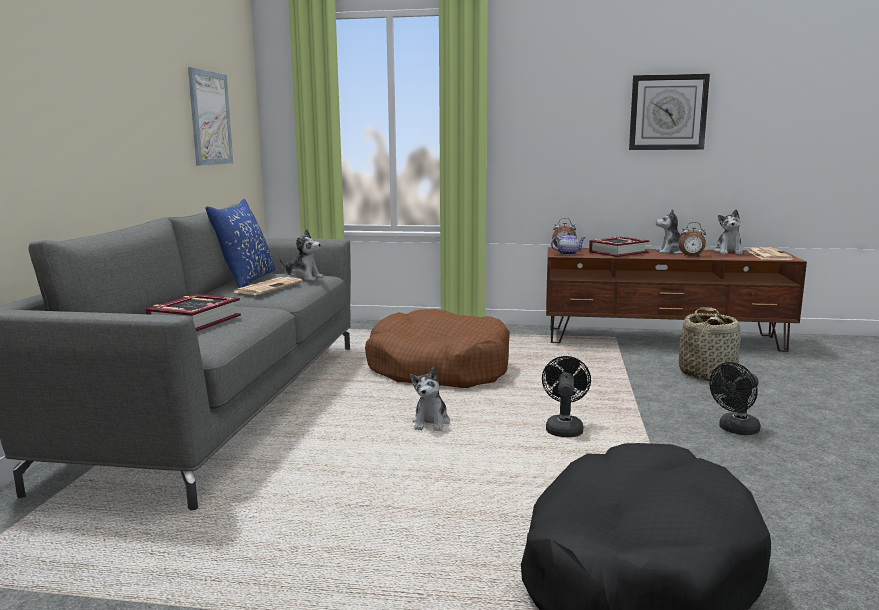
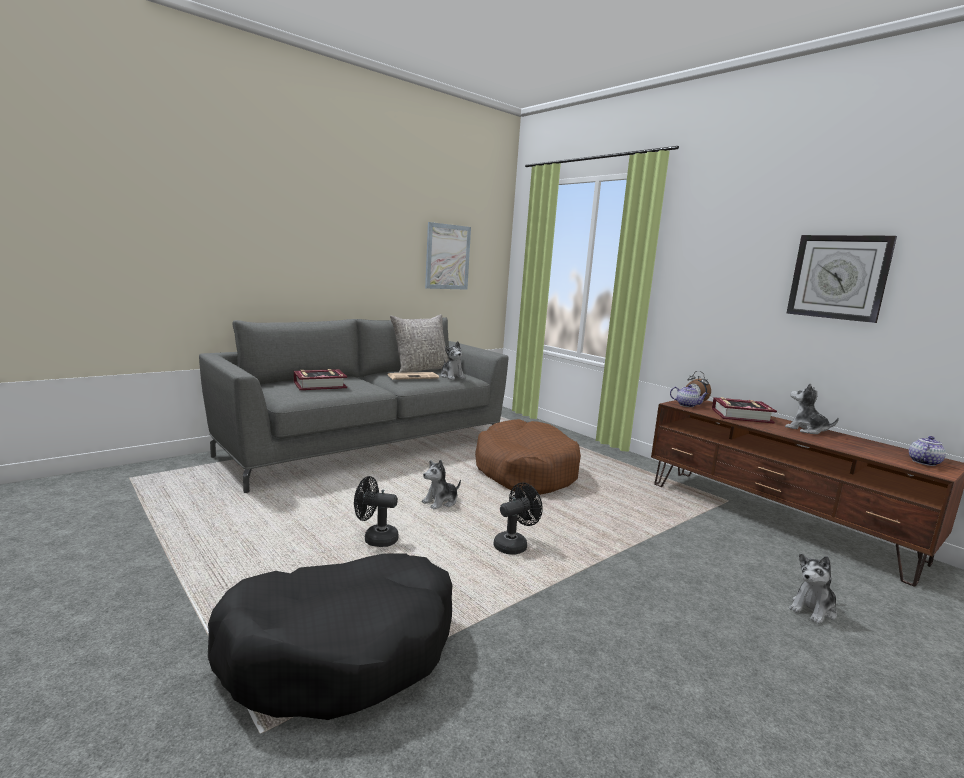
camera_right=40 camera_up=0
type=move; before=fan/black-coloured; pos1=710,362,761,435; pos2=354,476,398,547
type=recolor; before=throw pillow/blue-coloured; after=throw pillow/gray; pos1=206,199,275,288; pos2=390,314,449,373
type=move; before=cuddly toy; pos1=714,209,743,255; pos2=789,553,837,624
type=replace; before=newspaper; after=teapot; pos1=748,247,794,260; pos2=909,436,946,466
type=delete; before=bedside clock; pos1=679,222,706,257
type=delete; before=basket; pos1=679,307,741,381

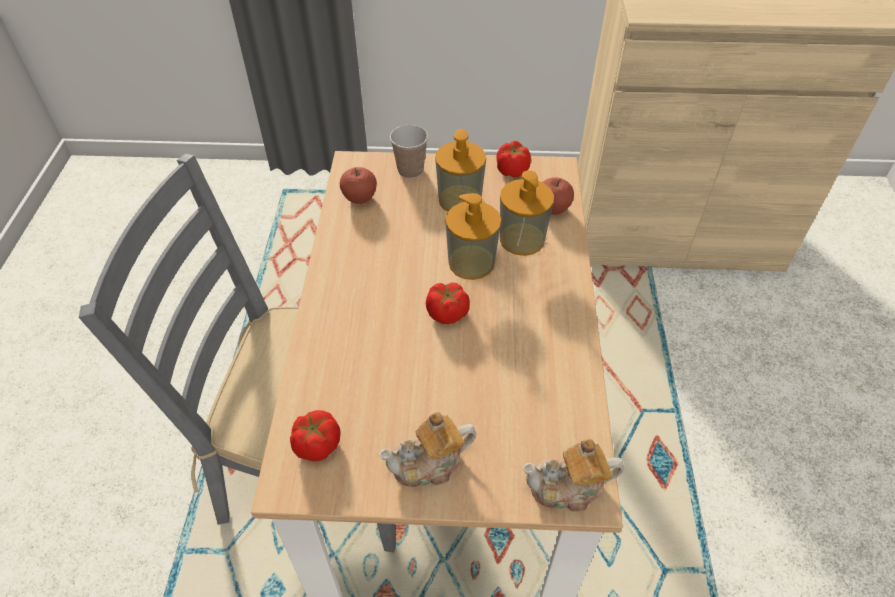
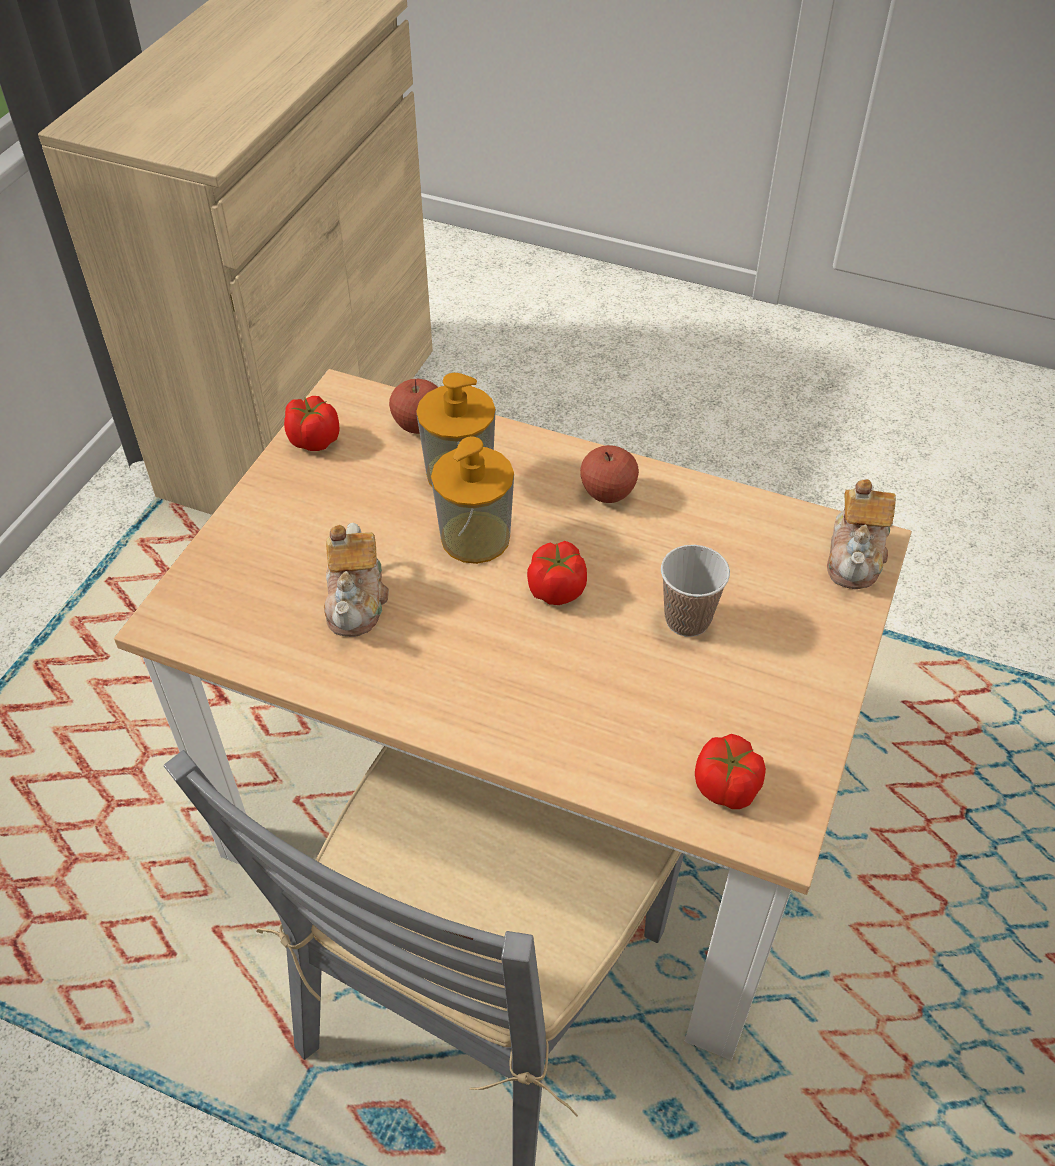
camera_right=-70 camera_up=0
type=move; before=teapot; pos1=379,412,476,487; pos2=324,523,389,637
type=move; before=whole apple; pos1=340,167,377,204; pos2=580,445,639,503
type=move; before=cup; pos1=390,125,428,179; pos2=661,545,730,637
type=delete; before=soap dispenser; pos1=435,129,486,212

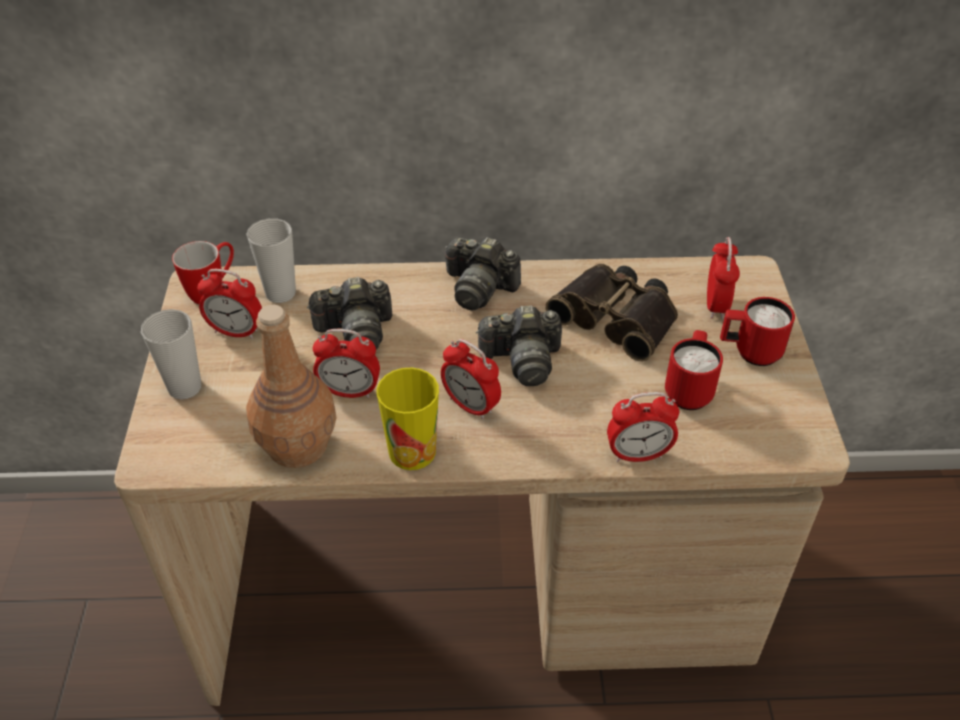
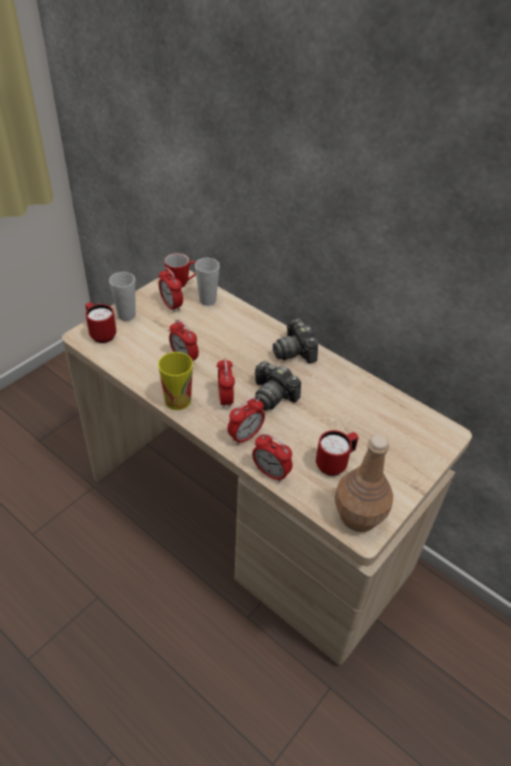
camera_right=40 camera_up=0
type=move; before=mug/red; pos1=720,297,795,366; pos2=85,302,116,343
type=move; before=bedside clock; pos1=707,237,740,320; pos2=228,397,265,445
type=move; before=bottle/brownish; pos1=246,305,337,468; pos2=335,435,393,532
type=delete; before=photo camera; pos1=307,277,393,350
type=delete; before=field glasses; pos1=545,264,678,362

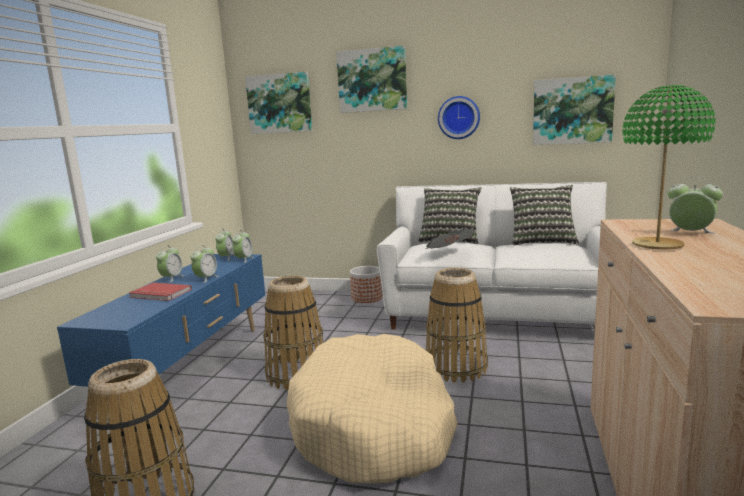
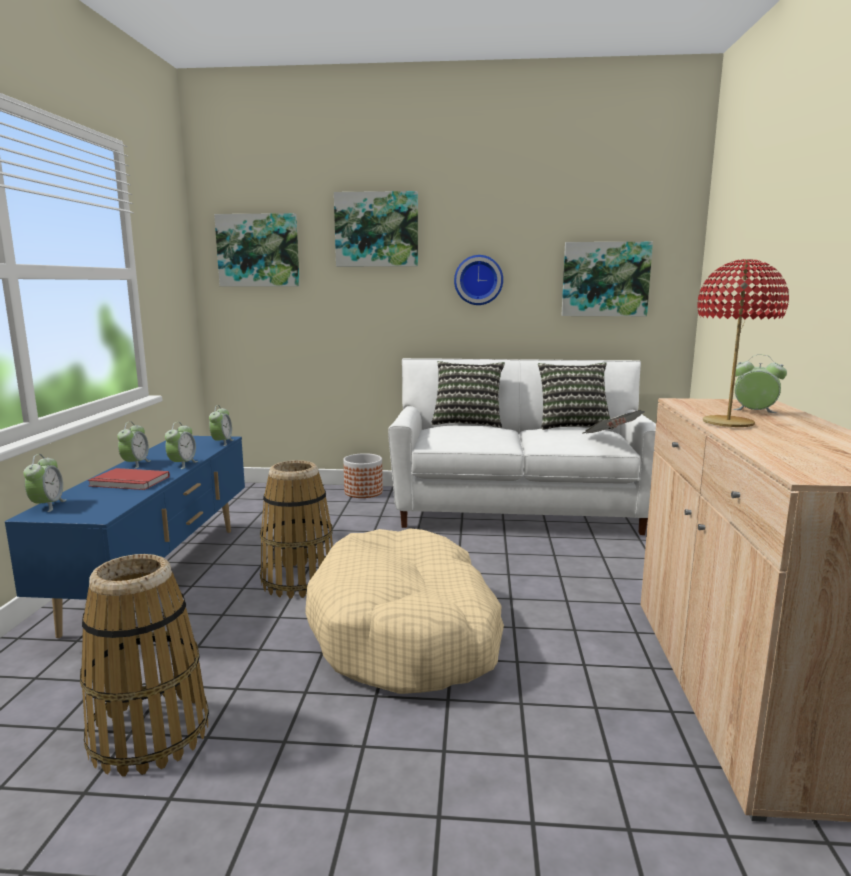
camera_right=-10 camera_up=0
type=move; before=bedside clock; pos1=215,228,235,261; pos2=23,454,66,512
type=move; before=newspaper; pos1=425,228,474,249; pos2=583,410,645,434
type=recolor; before=table lamp/greenish; after=table lamp/red; pos1=623,85,716,250; pos2=697,259,789,427
type=delete; before=basket; pos1=426,268,488,383

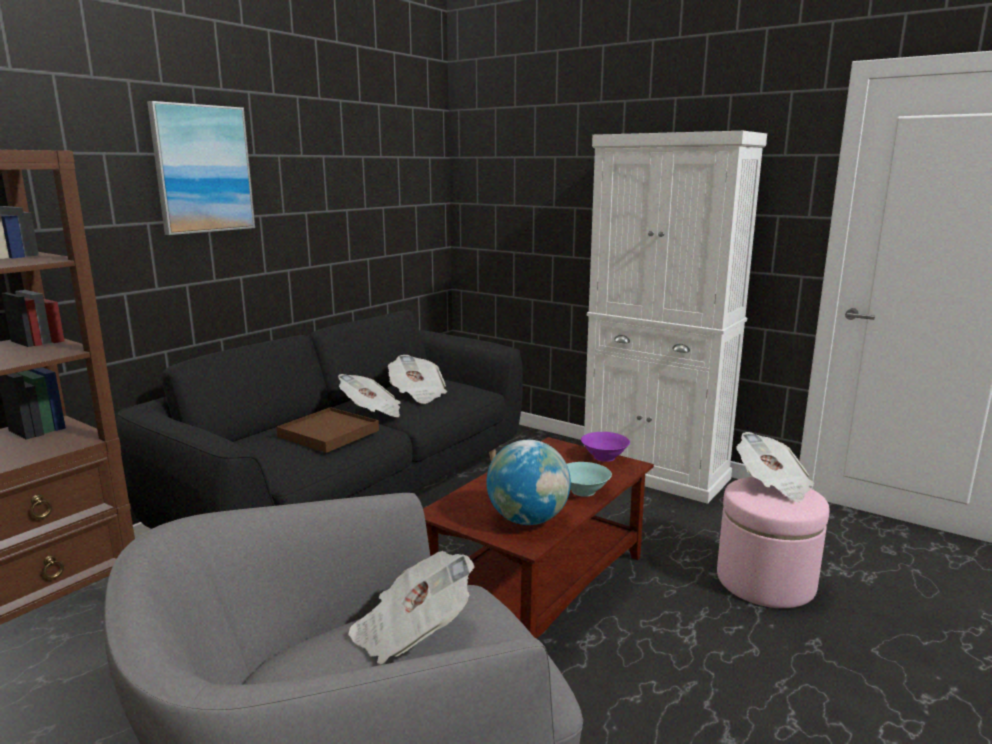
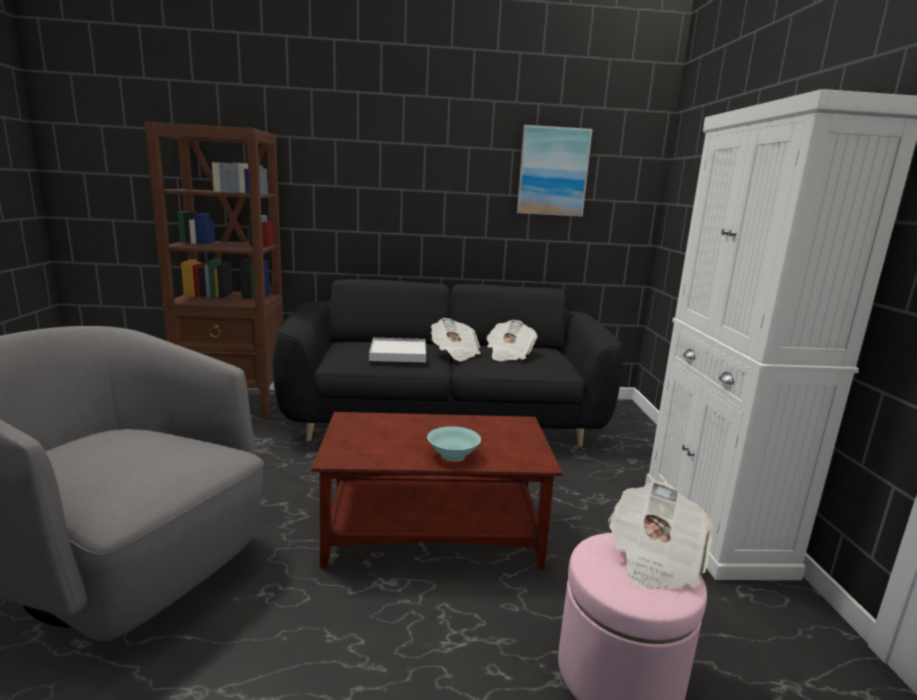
camera_right=50 camera_up=0
type=recolor; before=carrying tray/brownish; after=carrying tray/whitish; pos1=276,407,379,453; pos2=369,338,426,362
type=move; before=wall art; pos1=147,101,255,235; pos2=517,125,592,217
type=delete; before=newspaper; pos1=348,551,475,664
type=delete; before=world globe; pos1=486,440,571,525
type=delete; before=deep dish/purple-coloured; pos1=581,432,630,462

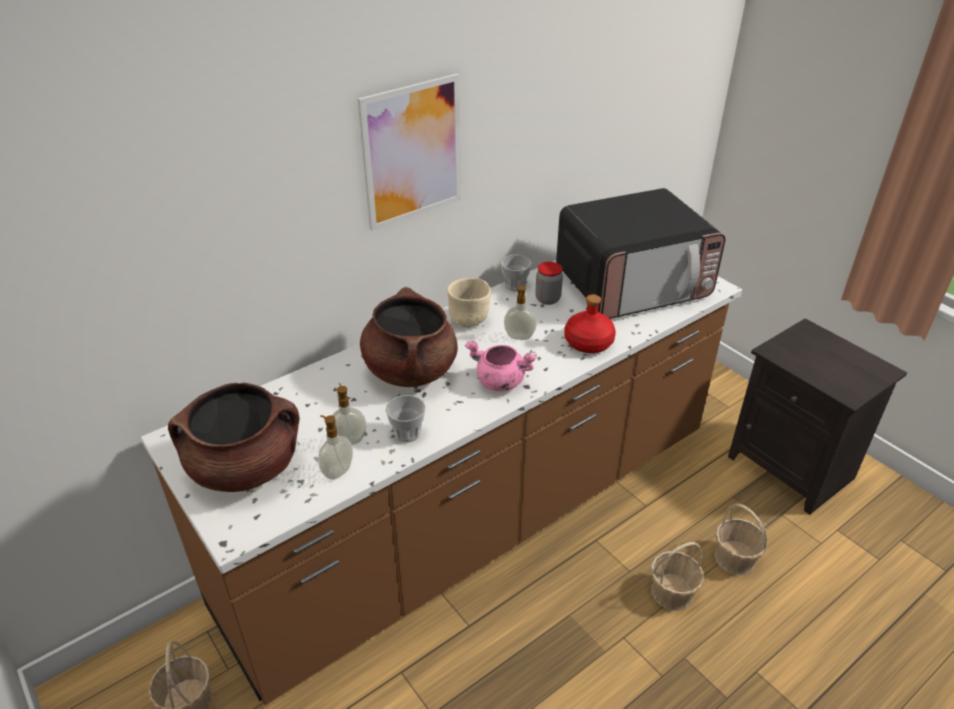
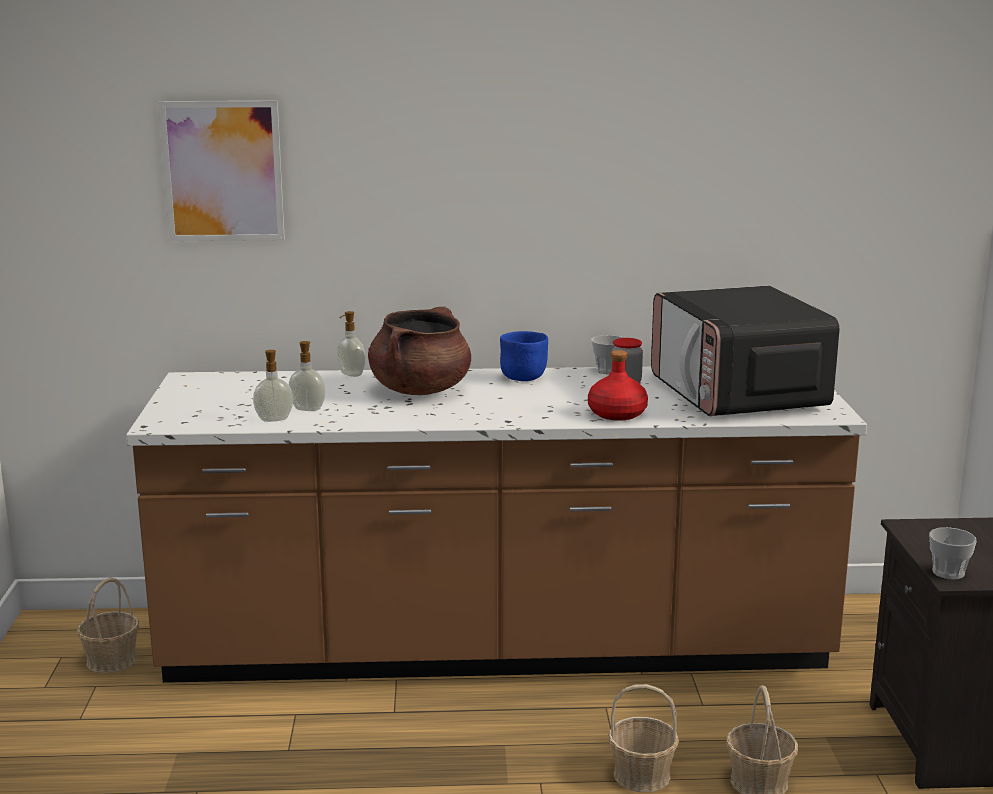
camera_right=35 camera_up=-20
type=move; before=wall art; pos1=358,73,461,231; pos2=158,101,285,241
type=move; before=soap dispenser; pos1=504,285,537,340; pos2=337,311,365,377
type=recolor; before=deep dish/sand-coloured; after=deep dish/blue-coloured; pos1=448,278,491,327; pos2=500,331,548,381
type=rotate; before=microwave; pos1=556,188,726,319; pos2=651,286,839,416; turn=60
type=move; before=cup; pos1=386,395,426,443; pos2=929,527,977,580
type=delete; before=cooking pot/brownish; pos1=168,383,300,492
type=delete; before=cooking pot/pink; pos1=465,341,537,391

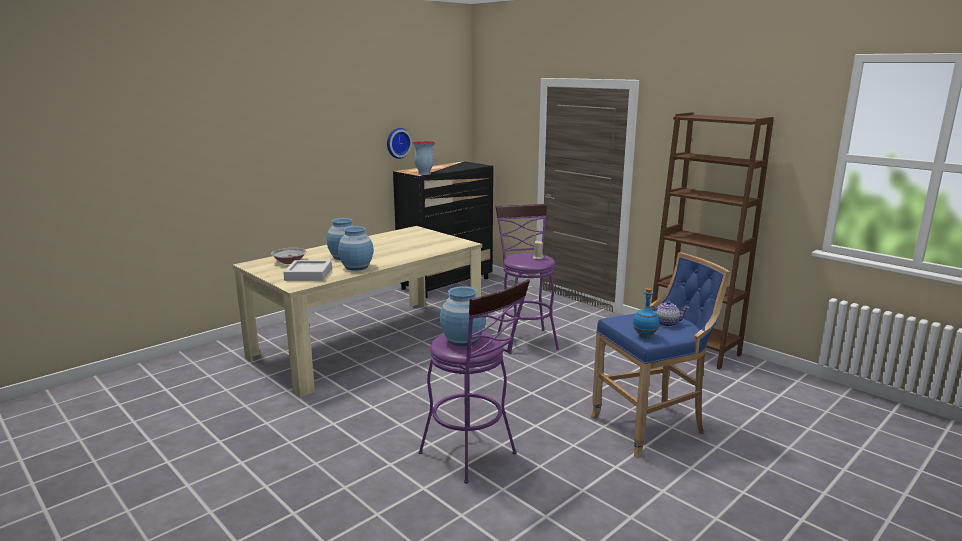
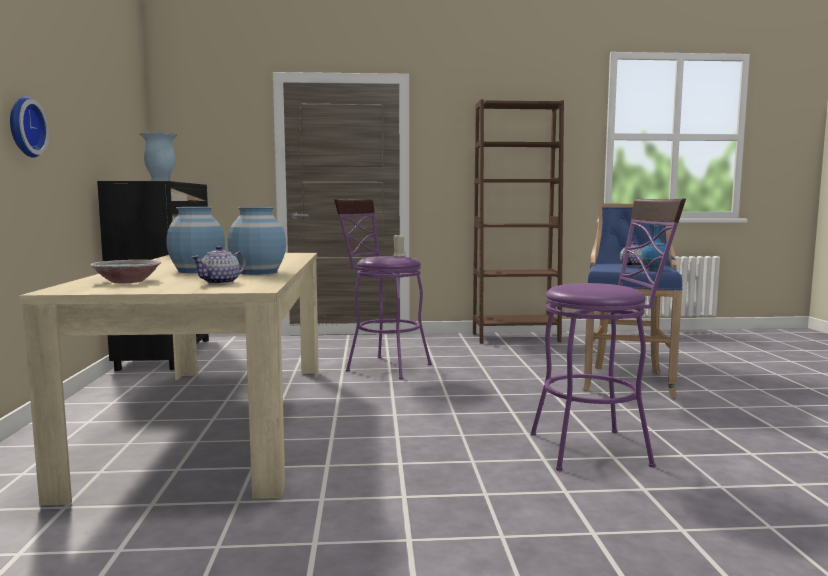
camera_right=-50 camera_up=-10
type=move; before=wall clock; pos1=387,128,412,159; pos2=10,96,49,158
type=replace; before=carrying tray/gray; after=teapot; pos1=283,260,332,281; pos2=191,246,246,284
type=delete; before=flower vase/blue-coloured; pos1=440,286,486,346

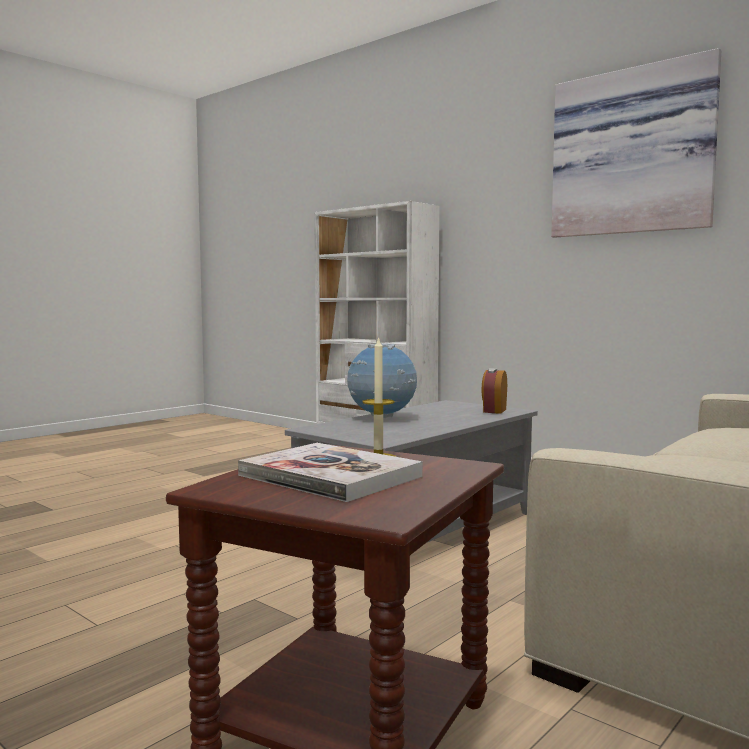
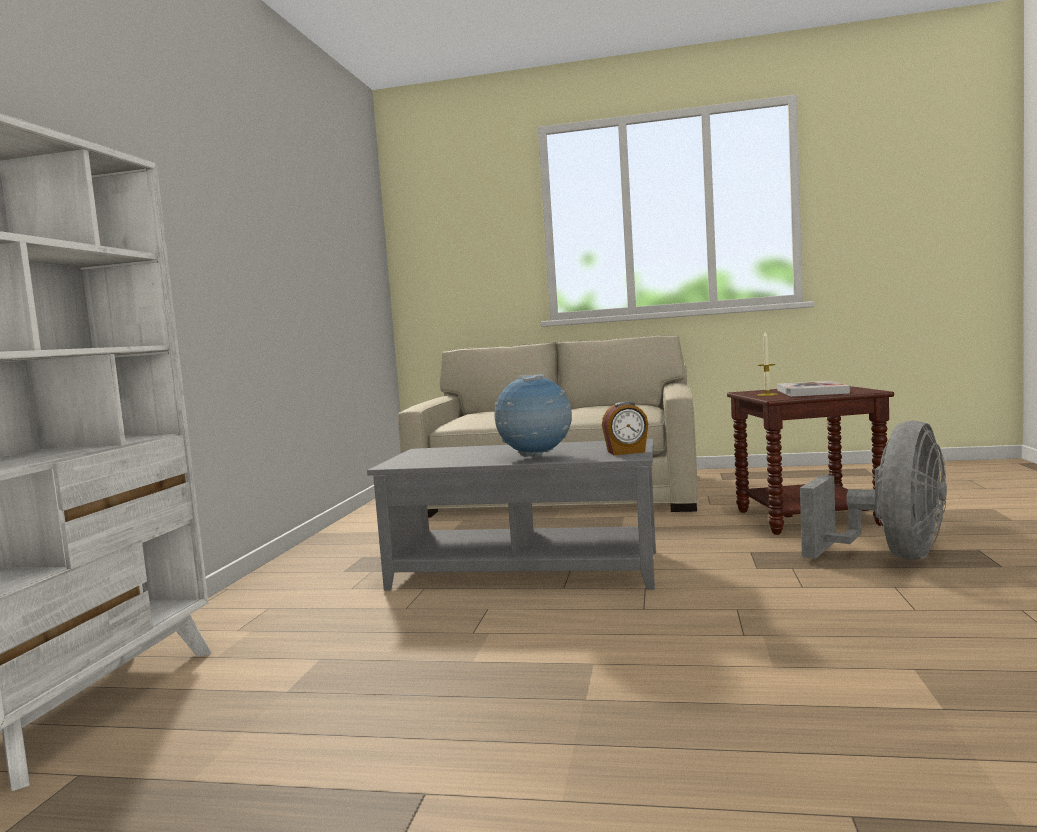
camera_right=-120 camera_up=0
type=move; before=bedside clock; pos1=482,368,507,414; pos2=602,401,648,455
type=insert; after=fan/gray; pos2=800,421,947,560
type=delete; before=wall art; pos1=551,48,721,237

